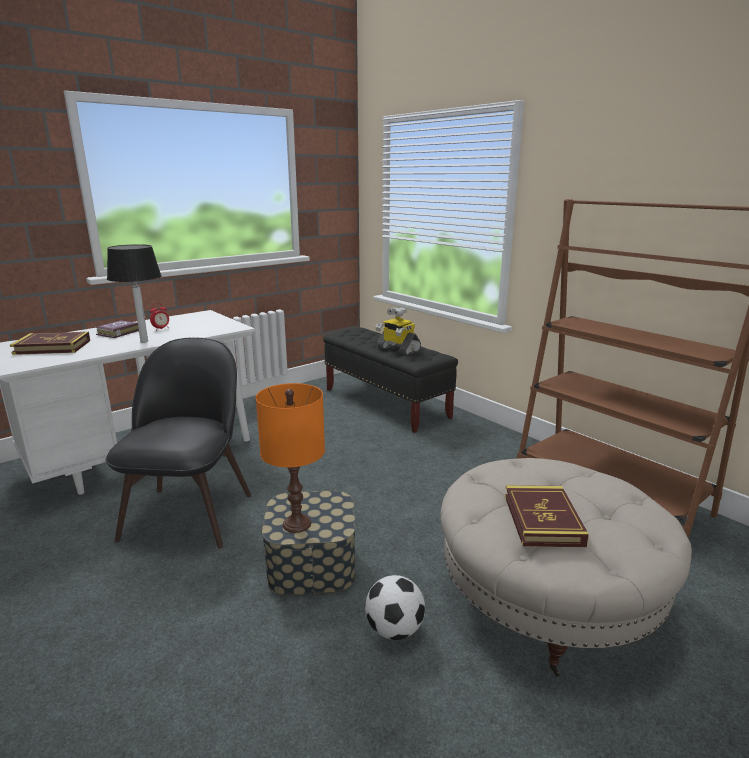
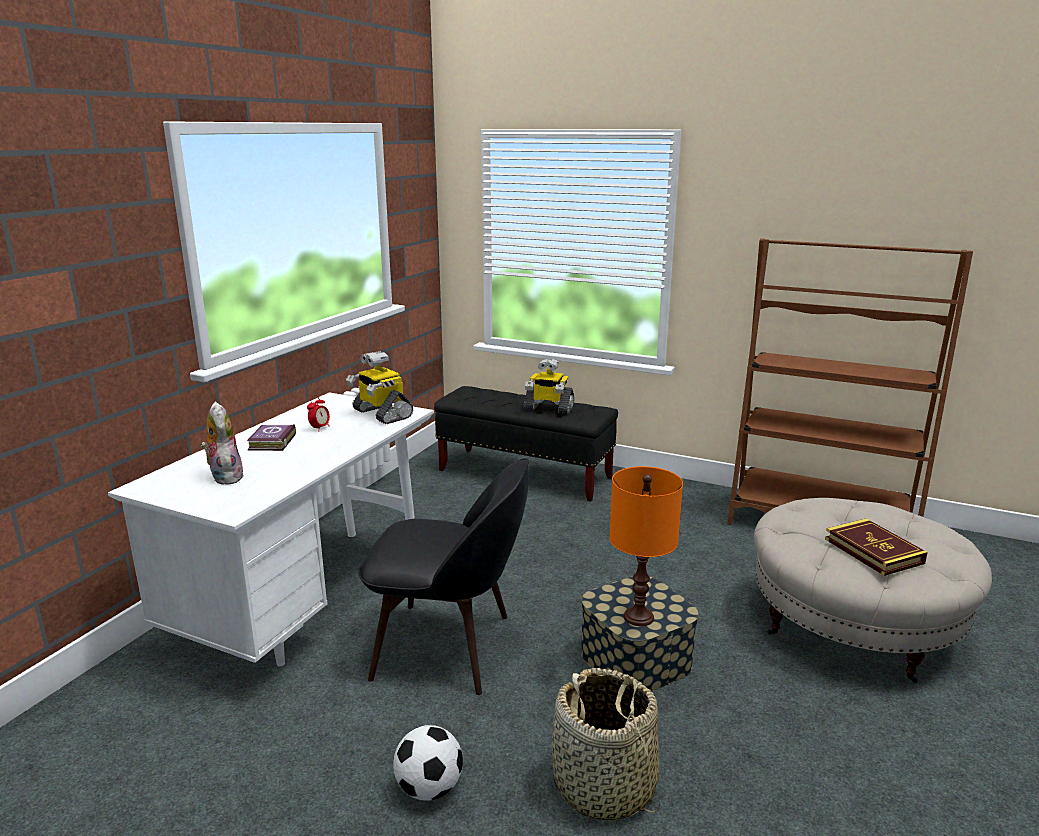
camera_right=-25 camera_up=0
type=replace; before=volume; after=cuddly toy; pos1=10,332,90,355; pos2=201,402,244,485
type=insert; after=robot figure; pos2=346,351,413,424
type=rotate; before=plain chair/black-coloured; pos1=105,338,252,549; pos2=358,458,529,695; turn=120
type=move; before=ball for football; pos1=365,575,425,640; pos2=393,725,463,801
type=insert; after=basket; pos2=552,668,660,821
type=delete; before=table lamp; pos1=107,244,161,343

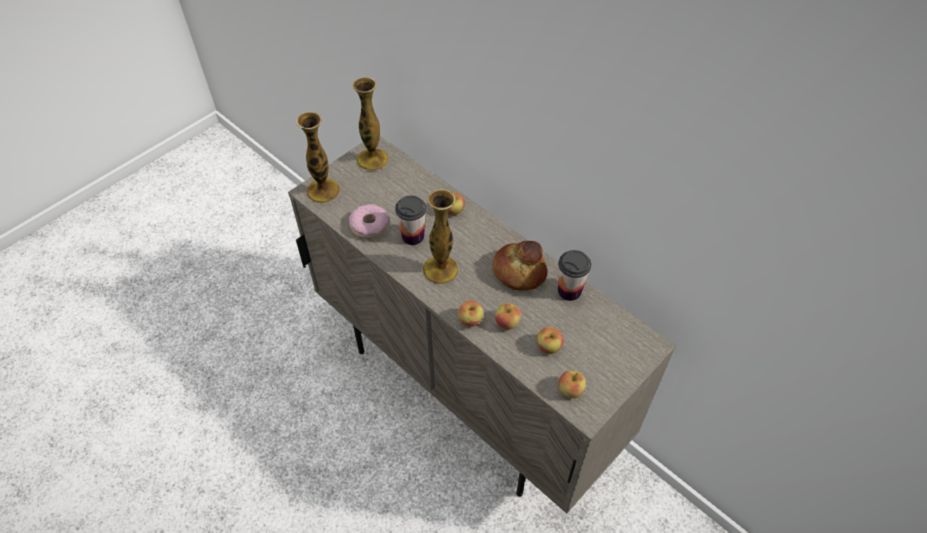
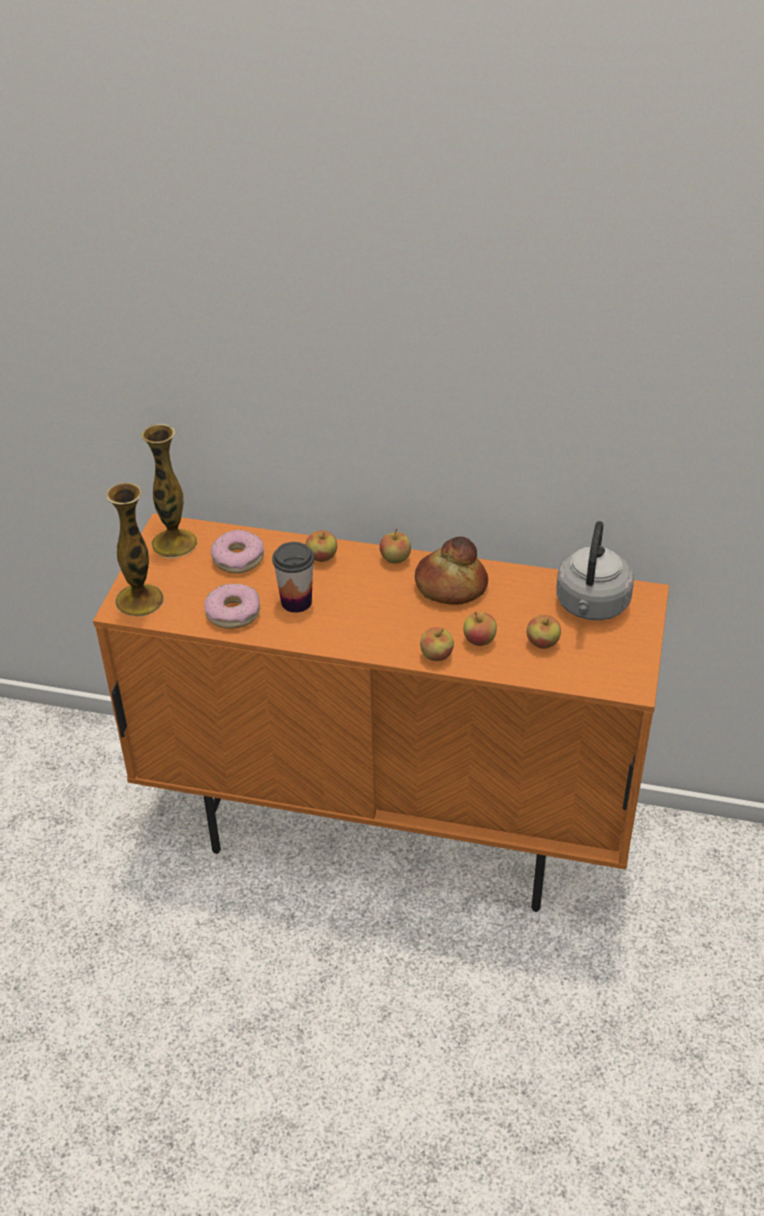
camera_right=-30 camera_up=-10
type=recolor; before=storage cabinet/sand-coloured; after=storage cabinet/orangey; pos1=288,136,676,514; pos2=93,514,669,912
type=insert; after=doughnut; pos2=211,530,264,573
type=move; before=whole apple; pos1=558,371,586,398; pos2=380,529,411,564
type=insert; after=water kettle/gray; pos2=556,521,634,620
type=delete; before=flower vase; pos1=422,189,459,284
type=delete; before=cup; pos1=558,250,591,301

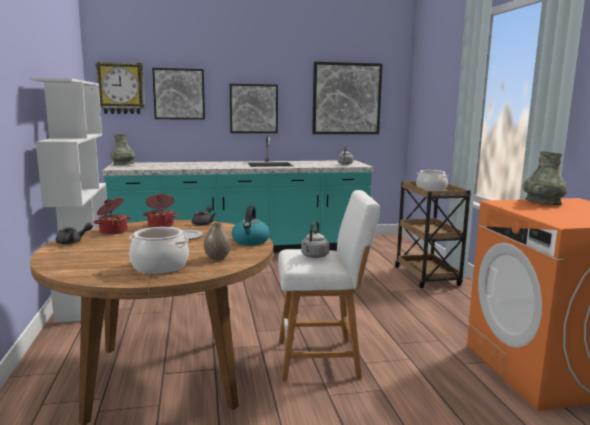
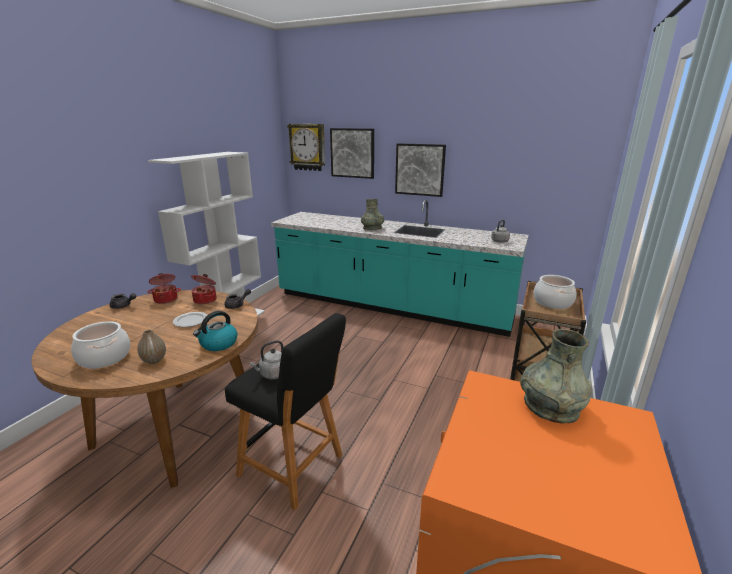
camera_right=35 camera_up=10
type=recolor; before=stool seat/whitish; after=stool seat/black-coloured; pos1=278,190,380,381; pos2=225,313,346,510
type=move; before=flower vase/gray; pos1=110,134,135,165; pos2=361,199,384,230
type=delete; before=wall art; pos1=312,62,383,134

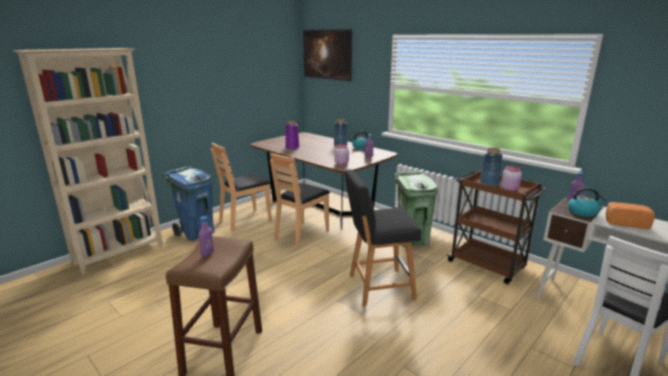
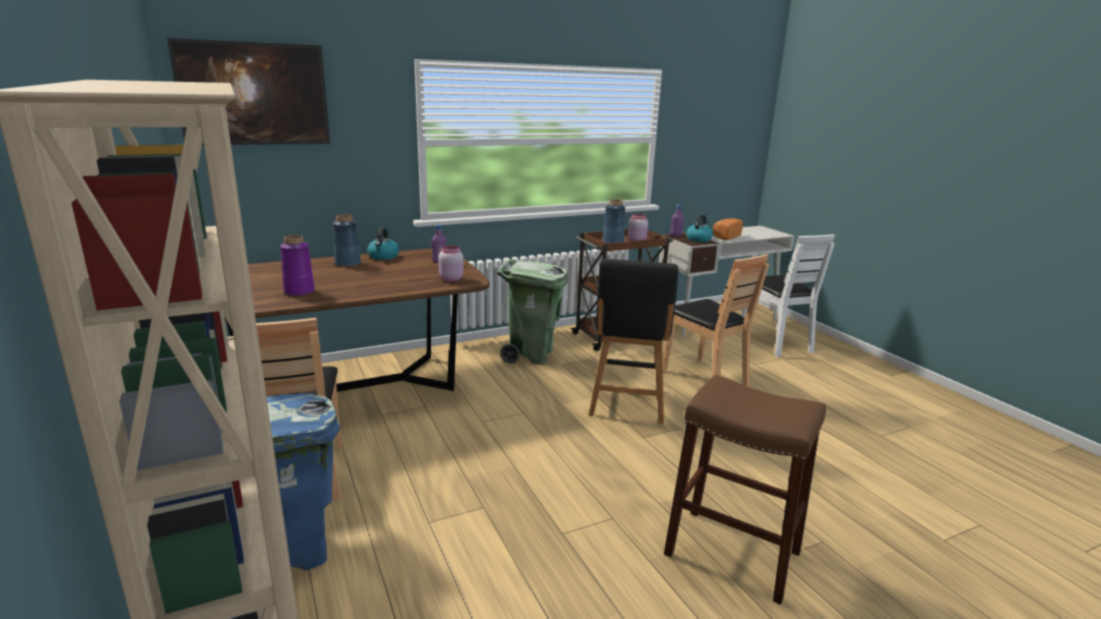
camera_right=-70 camera_up=0
type=move; before=plain chair/brownish; pos1=270,153,330,248; pos2=663,254,769,387
type=delete; before=bottle/purple-coloured; pos1=198,216,214,257

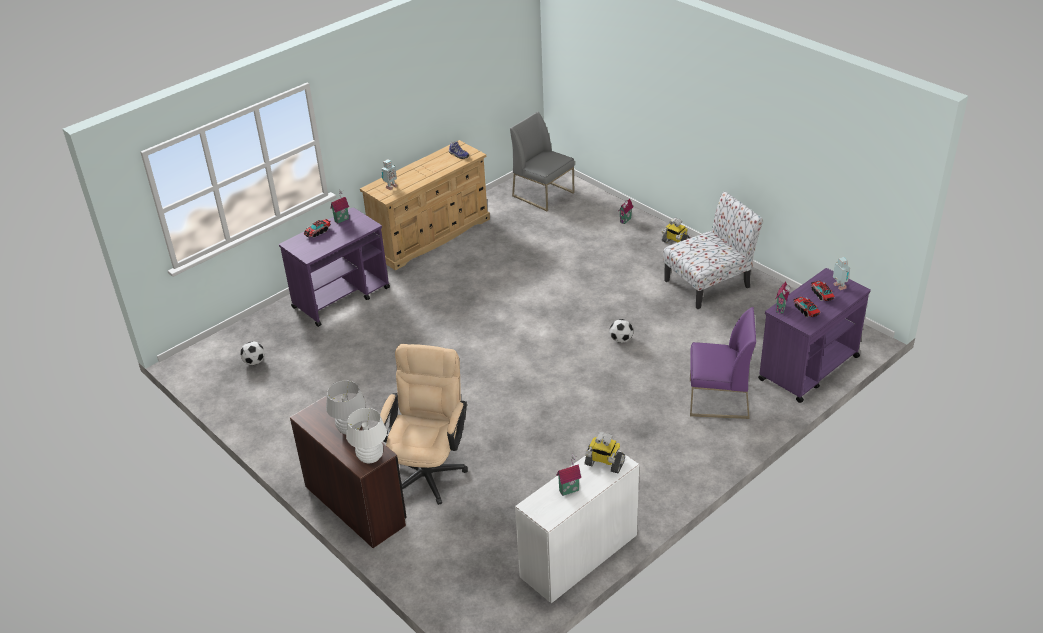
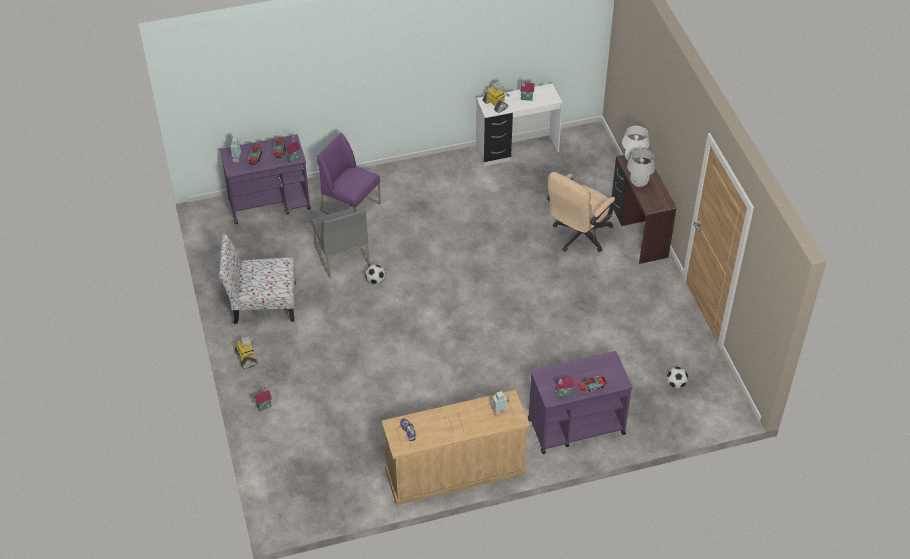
camera_right=-155 camera_up=10
type=move; before=plain chair/gray; pos1=510,112,575,211; pos2=311,208,370,278

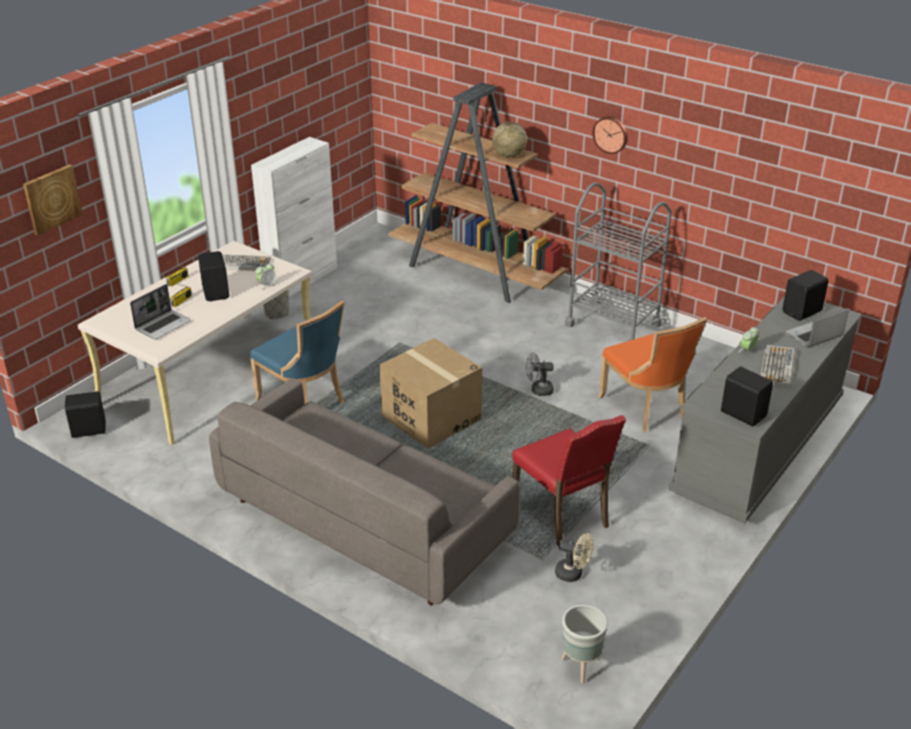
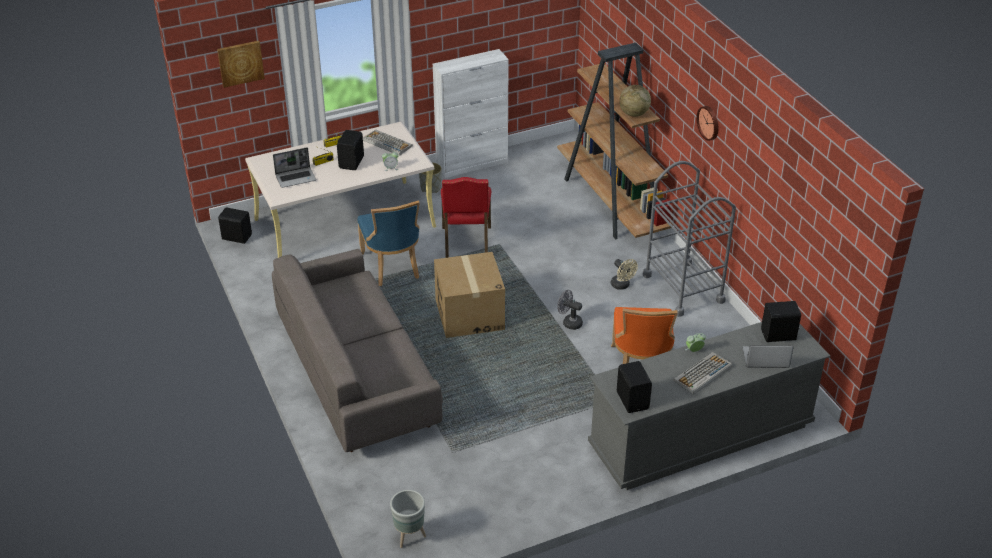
camera_right=30 camera_up=5
type=move; before=plain chair/red; pos1=512,415,626,546; pos2=441,177,491,258
type=move; before=fan/sand-coloured; pos1=555,533,594,582; pos2=611,259,638,290

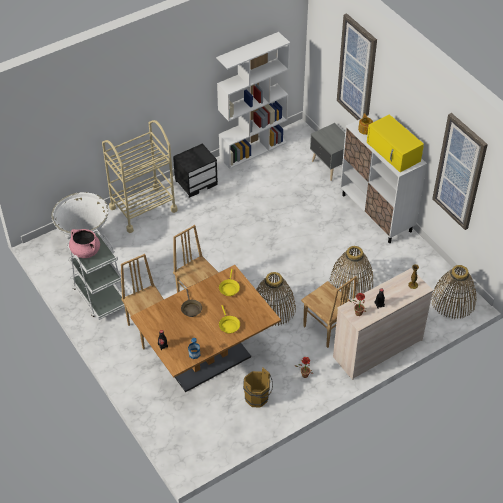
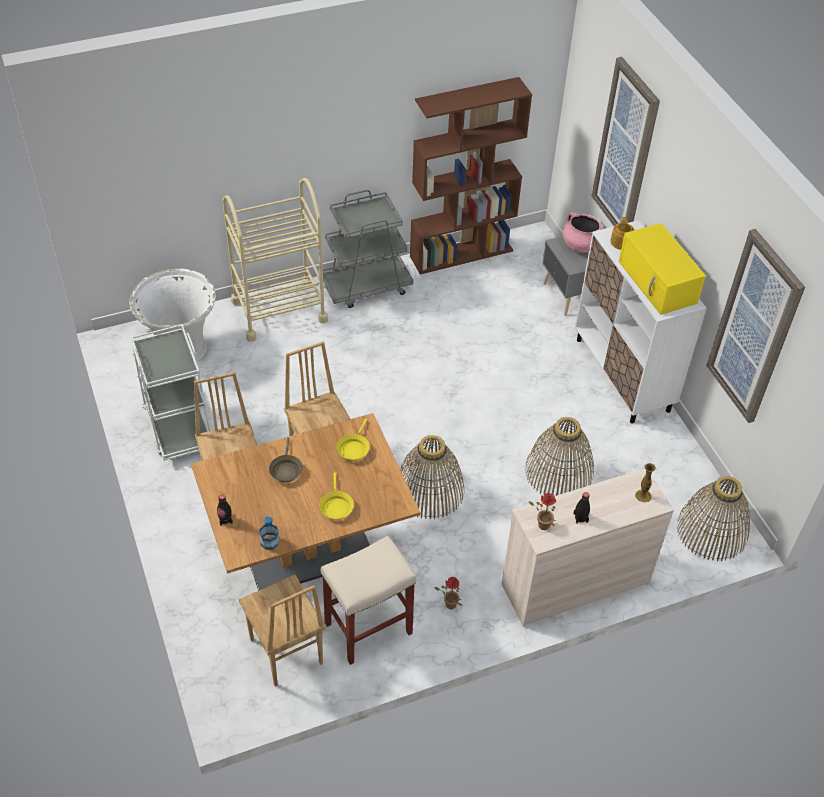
camera_right=10 camera_up=0
type=move; before=plain chair/brownish; pos1=301,276,357,348; pos2=239,574,325,687
type=replace; before=water bucket/brownish; after=stool seat/sand-coloured; pos1=243,367,273,408; pos2=321,536,416,665
type=replace; before=bedside table/black-coloured; after=trolley/gray; pos1=173,143,218,198; pos2=323,190,413,308
type=recolor; before=bookshelf/whitish; after=bookshelf/brownish; pos1=216,32,290,169; pos2=410,77,532,275
type=move; before=cooking pot/pink; pos1=69,229,100,258; pos2=562,212,601,253

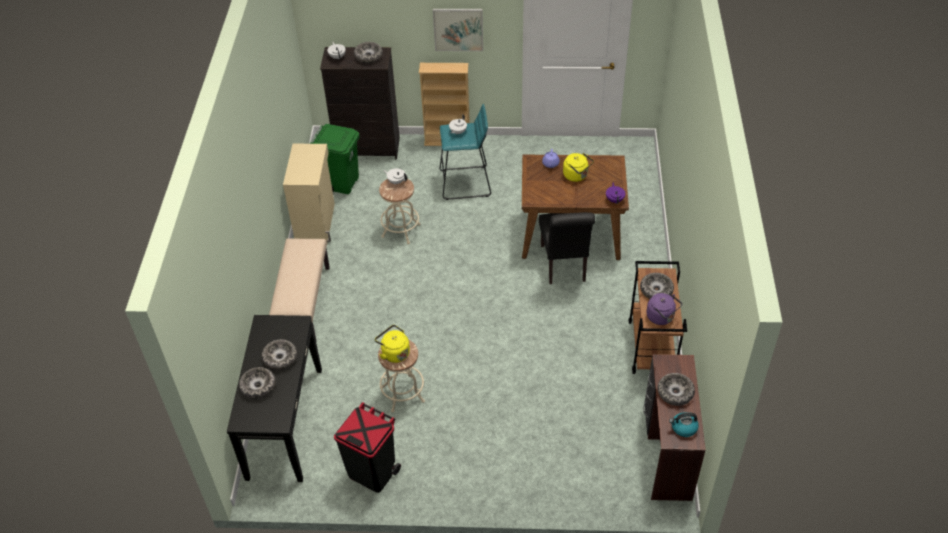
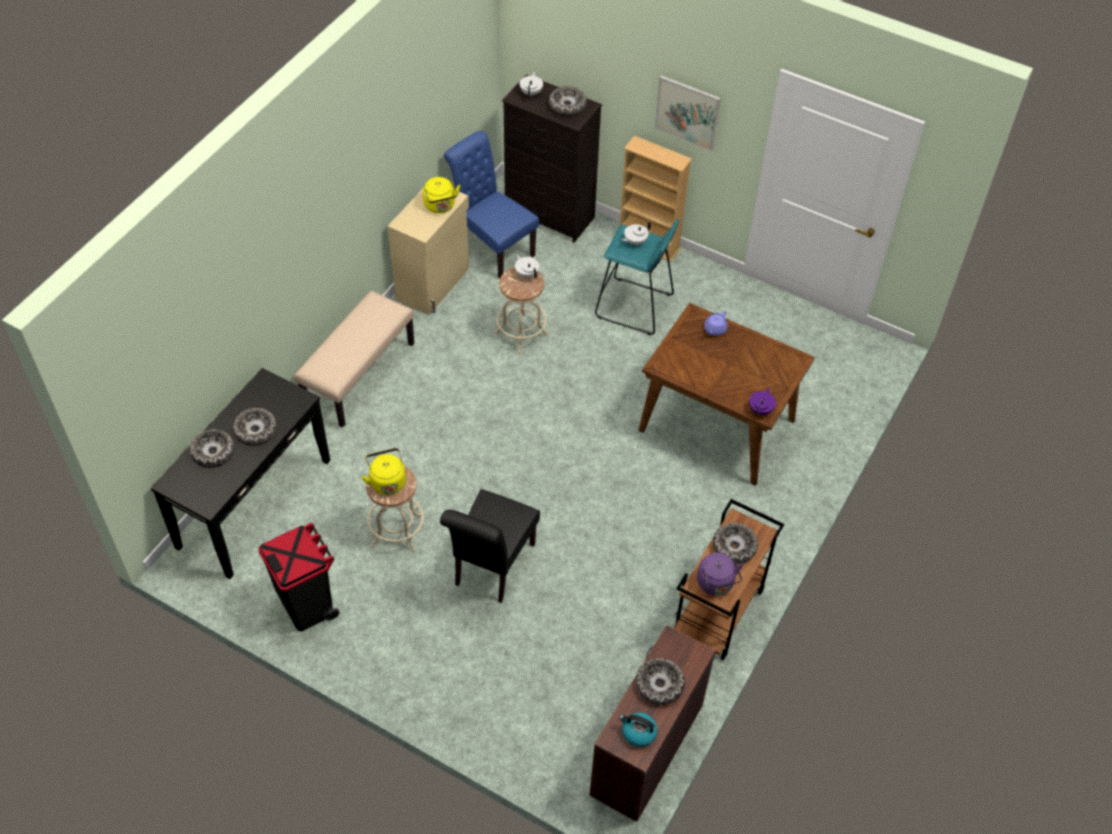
camera_right=25 camera_up=5
type=move; before=water kettle/yellow-coloured; pos1=563,153,594,182; pos2=423,177,461,213
type=move; before=plain chair/black-coloured; pos1=539,212,595,284; pos2=440,489,540,603
type=replace; before=waste bin/greenish; after=plain chair/blue-coloured; pos1=310,124,359,194; pos2=444,131,539,279

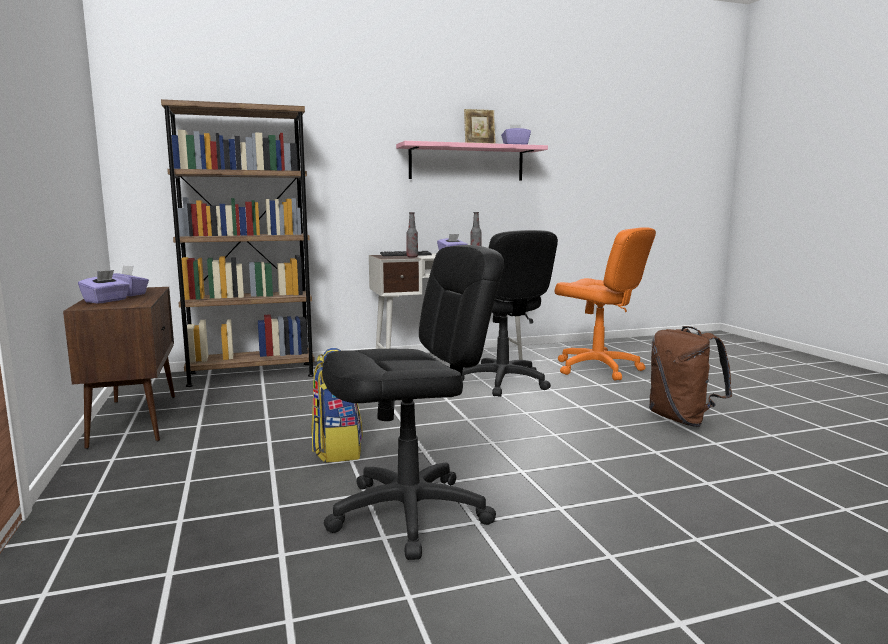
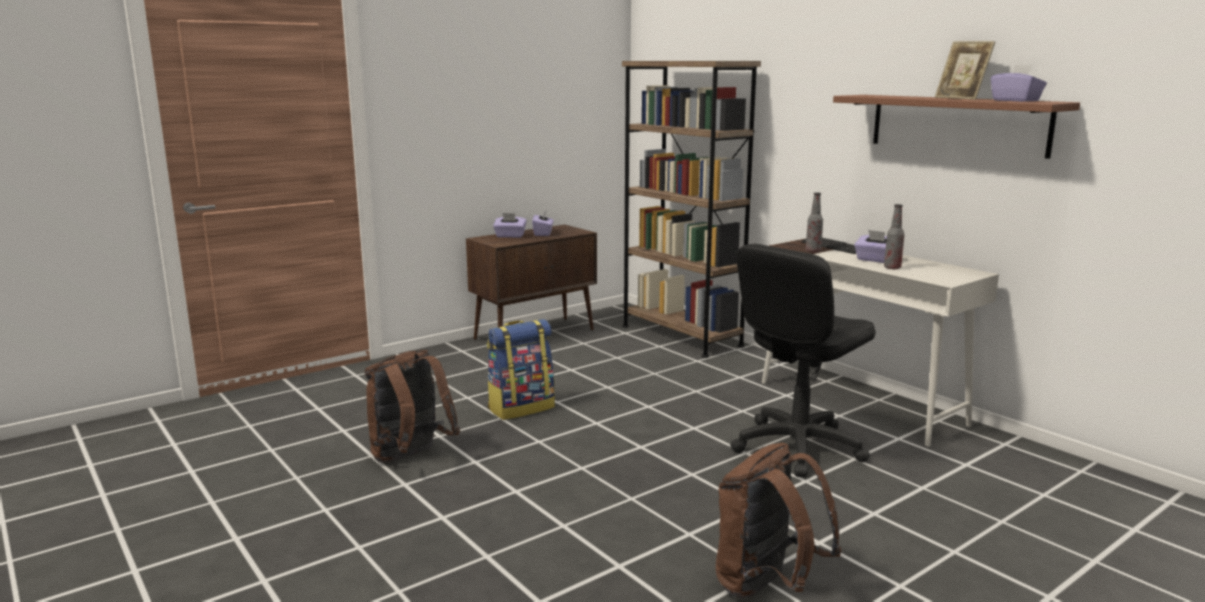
camera_right=70 camera_up=5
type=replace; before=office chair/black-coloured; after=backpack/brownish; pos1=322,245,504,560; pos2=364,350,460,462
type=recolor; before=wall shelf/pink; after=wall shelf/brownish; pos1=396,141,548,180; pos2=833,95,1080,159
type=delete; before=office chair/orangey; pos1=555,227,656,380

